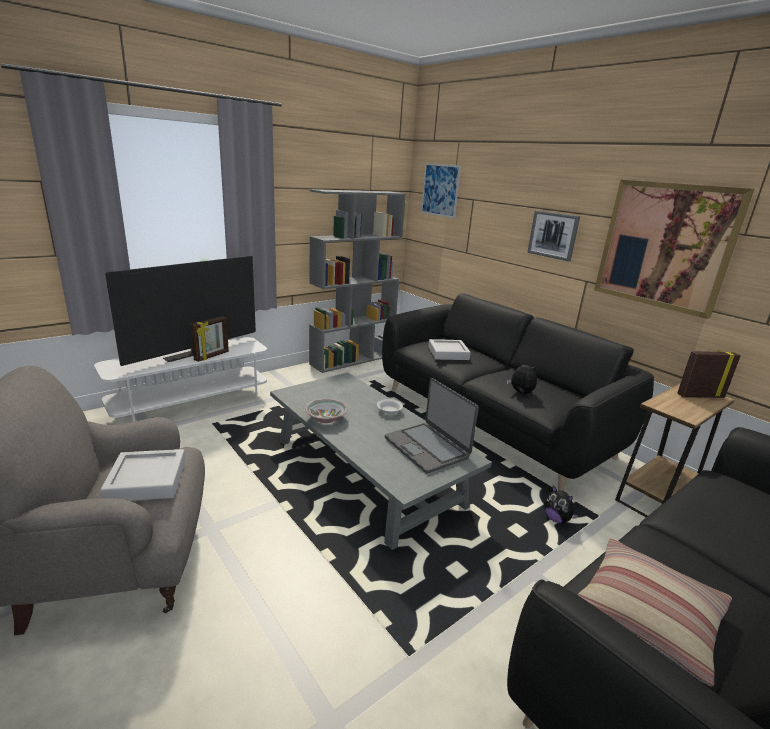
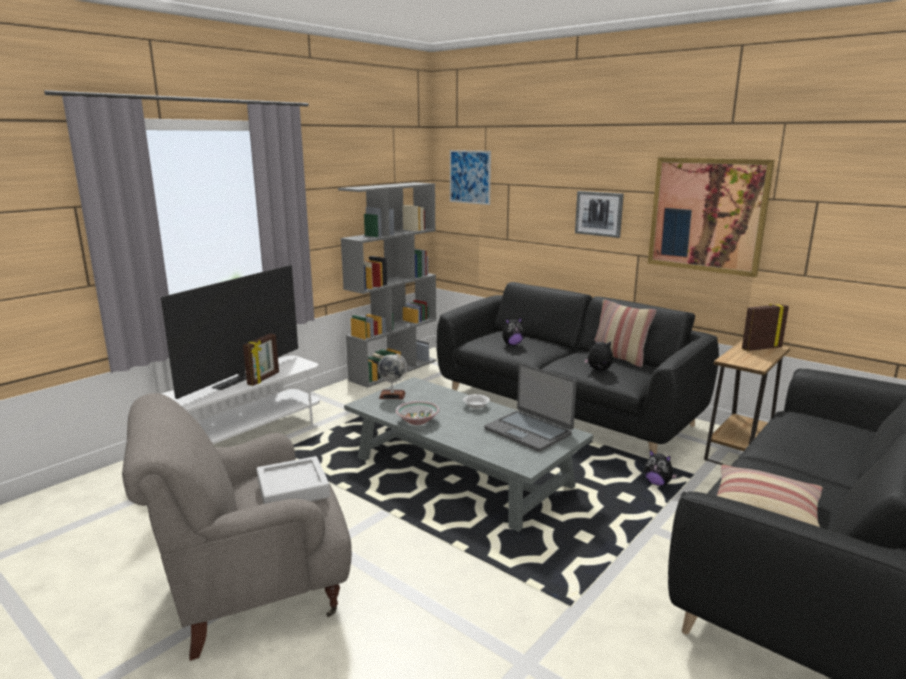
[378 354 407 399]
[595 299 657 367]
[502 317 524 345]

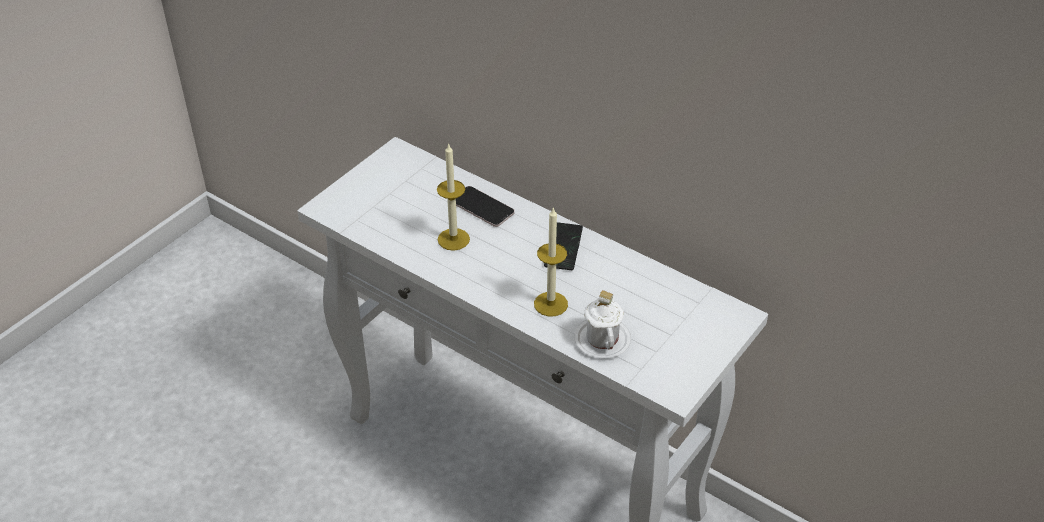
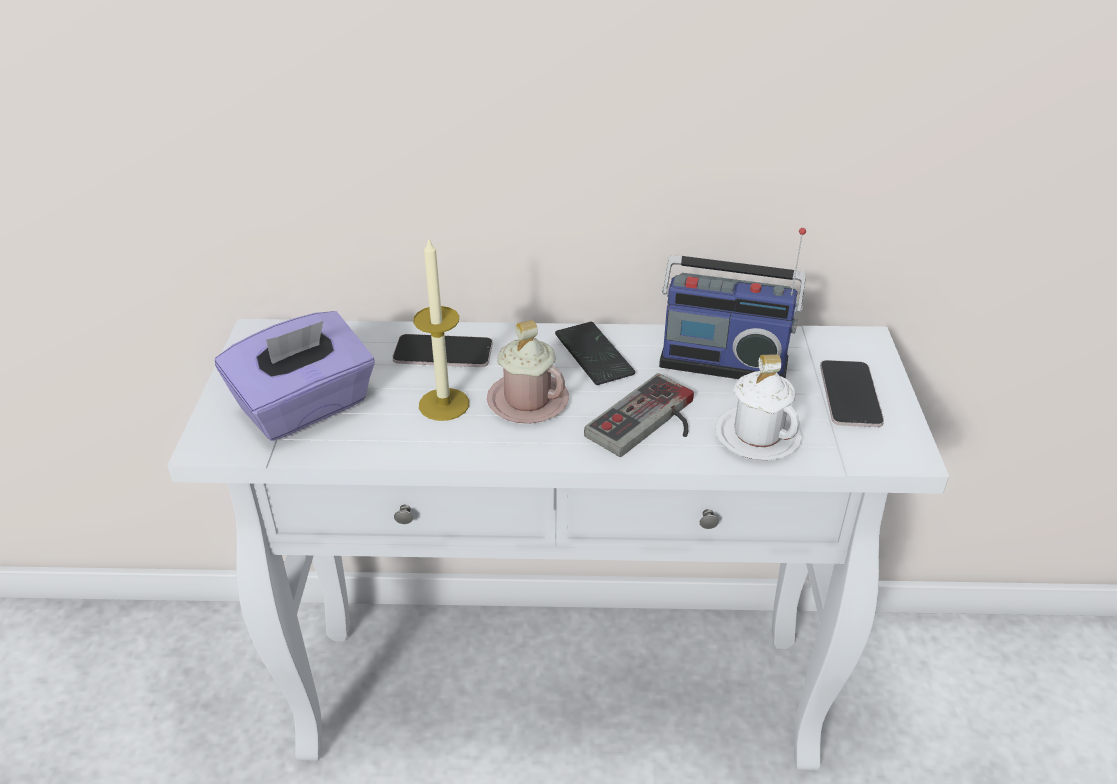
[215 311 375 441]
[487 320 569 423]
[659 228 806 379]
[820 360 884 427]
[584 373 694 457]

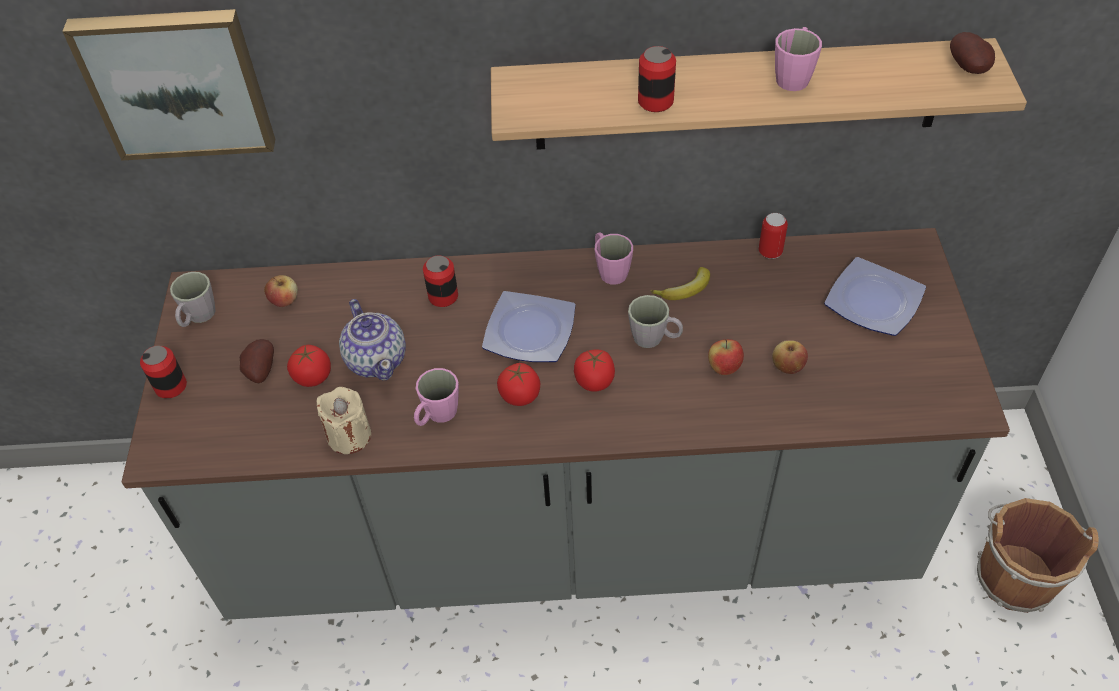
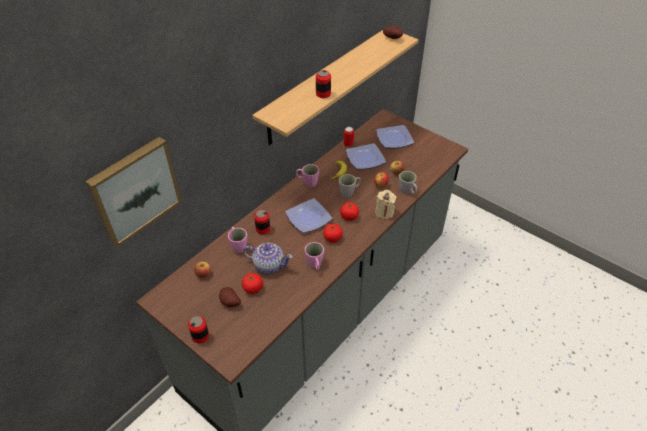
[977 498 1099 613] (first image)
[346 143 386 170]
[399 171 417 194]
[375 190 396 219]
[228 227 247 253]

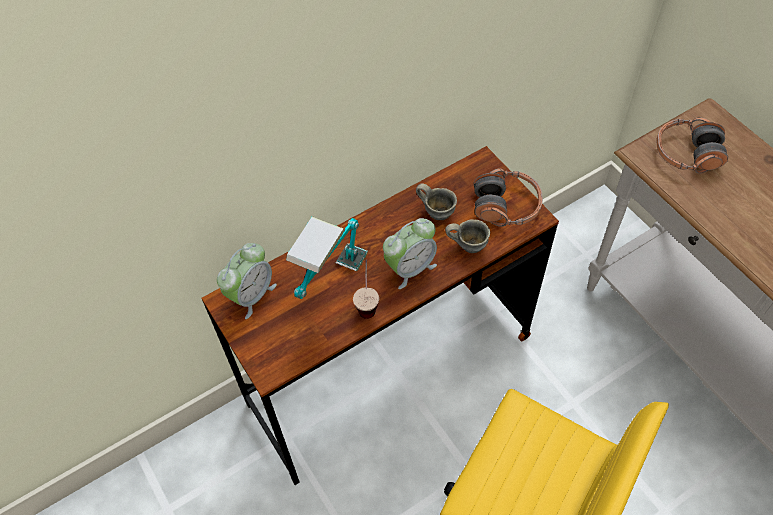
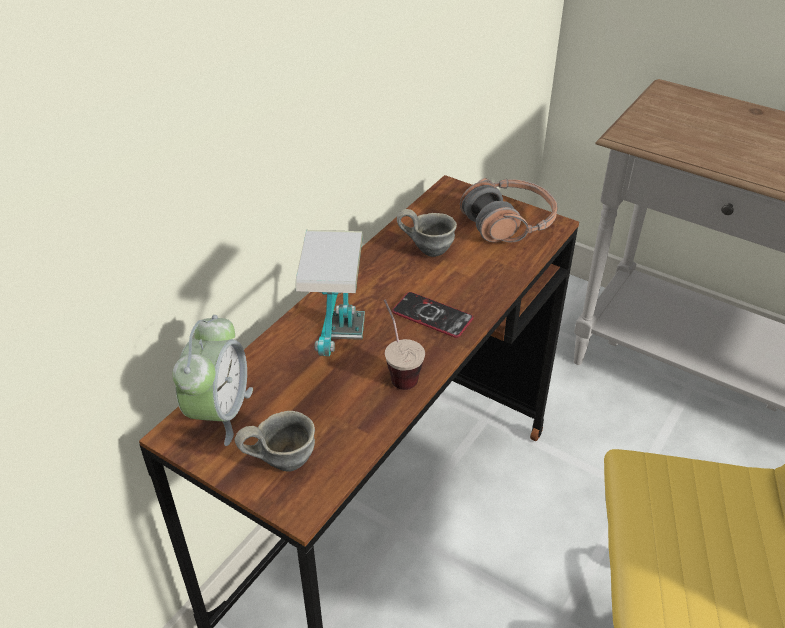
[656 117 728 174] (first image)
[234 411 315 471]
[392 292 474 338]

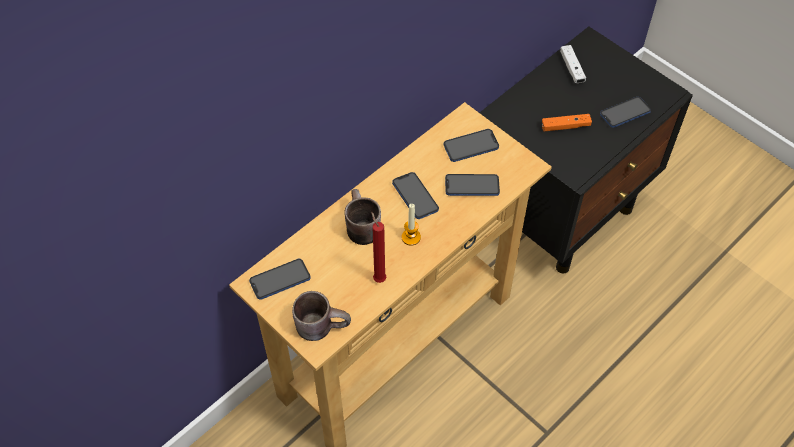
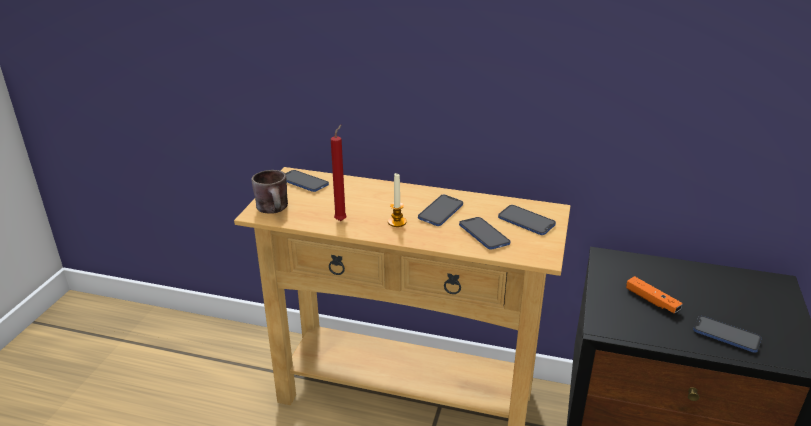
[344 189 381 245] (first image)
[560 45 586 83] (first image)

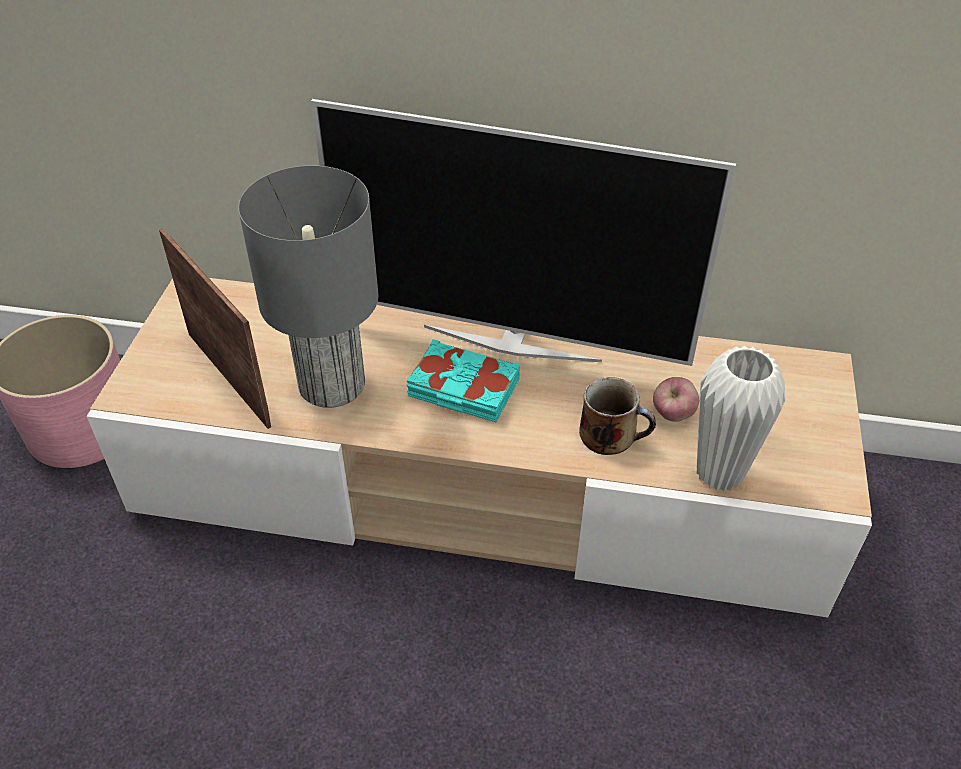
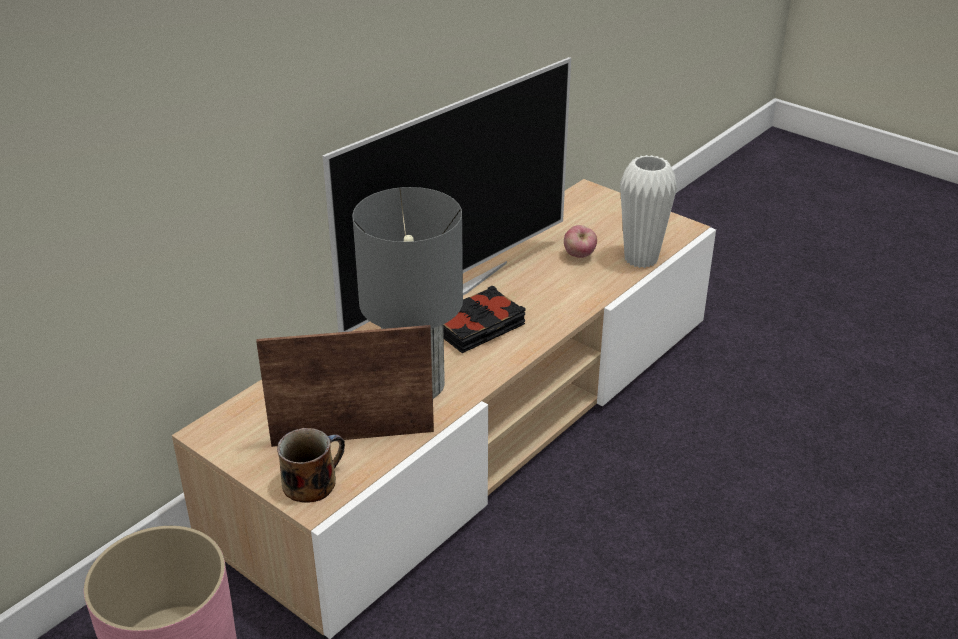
[277 428 345 503]
[443 285 526 353]

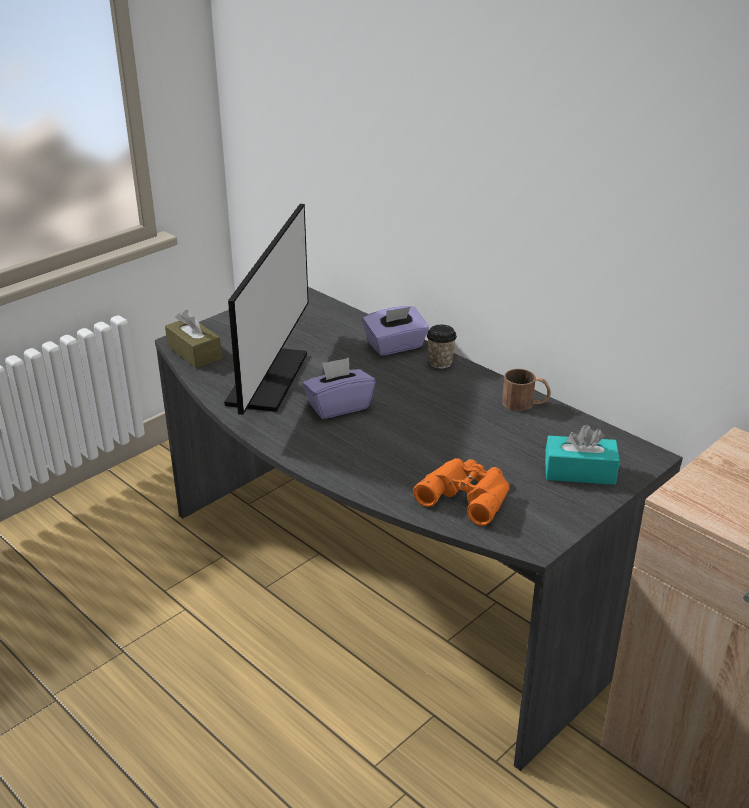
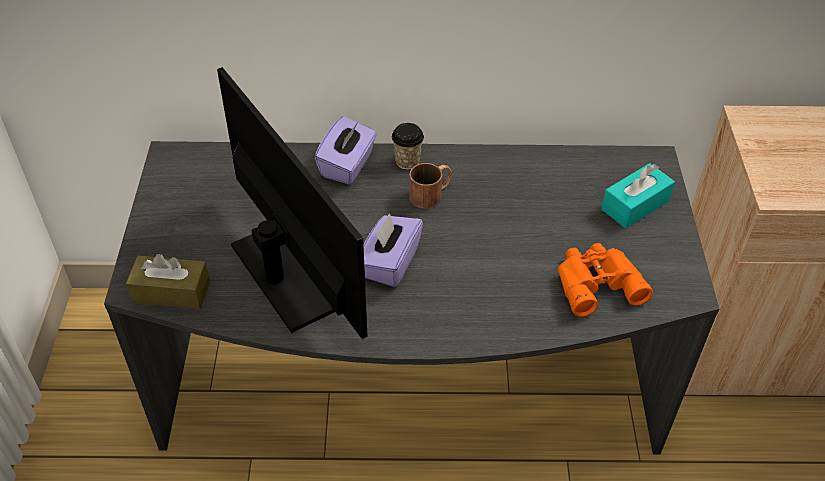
[409 163 452 209]

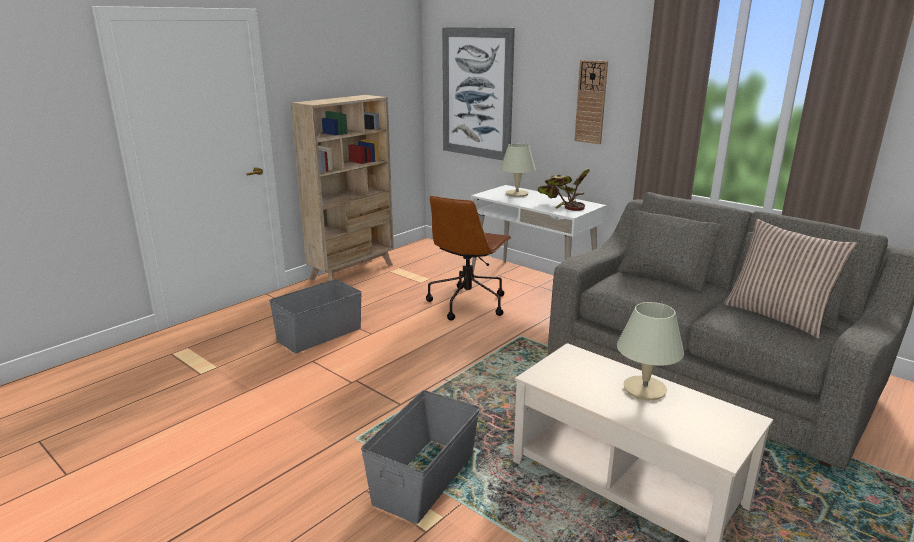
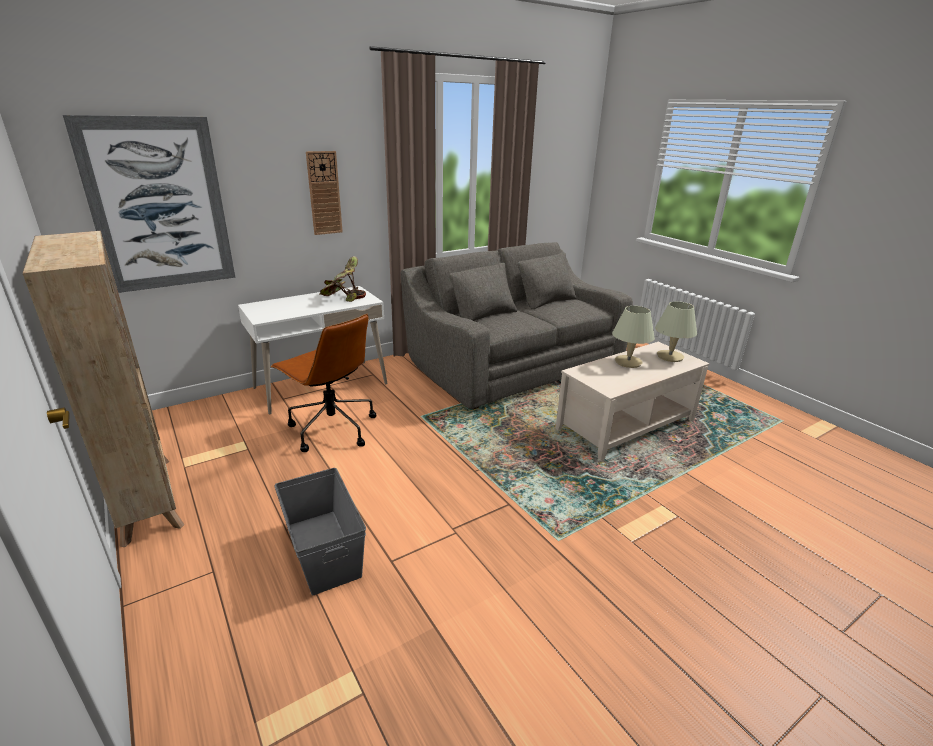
[361 390 480 524] (first image)
[724 219 858 339] (first image)
[655 301 697 362]

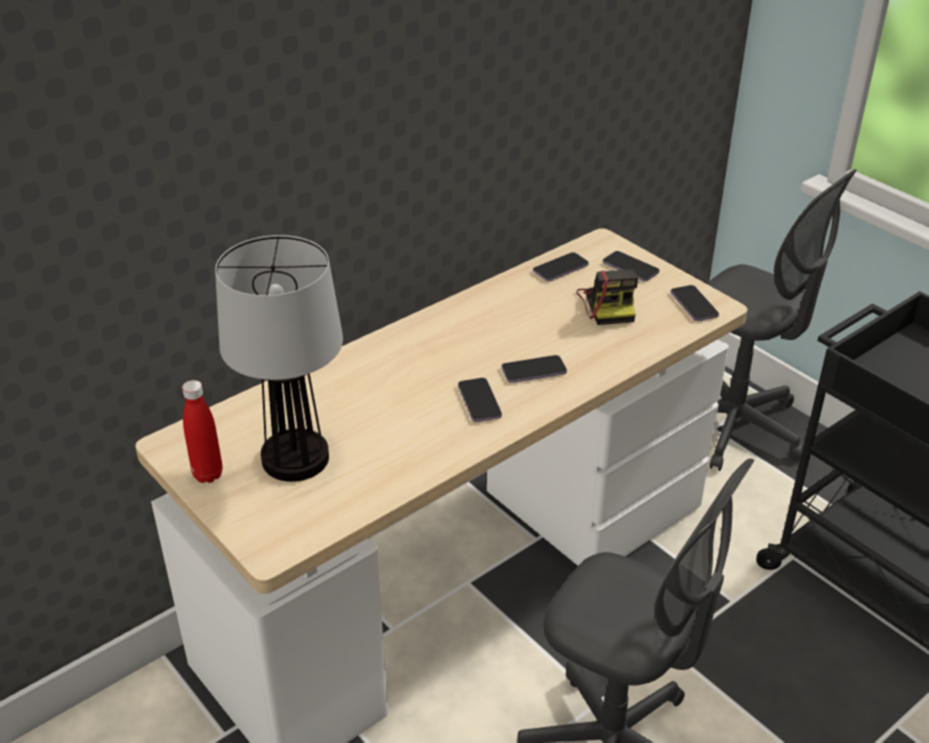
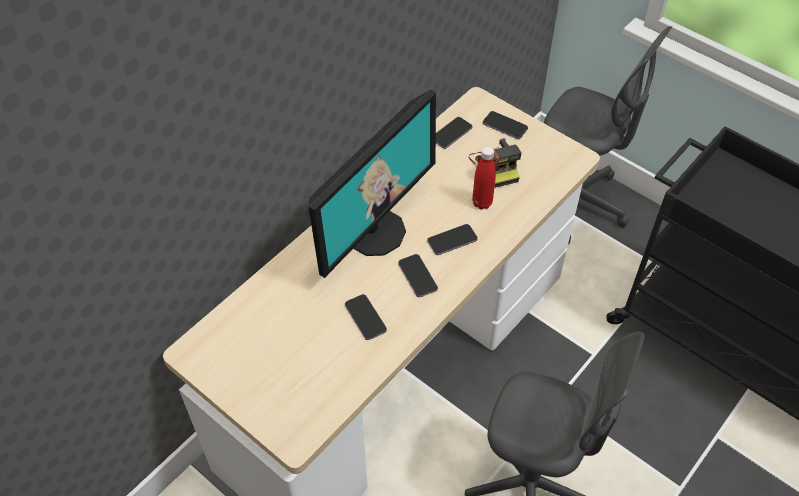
[215 235 343 482] (first image)
[308 90 436 278]
[472 146 496 210]
[345 294 387 340]

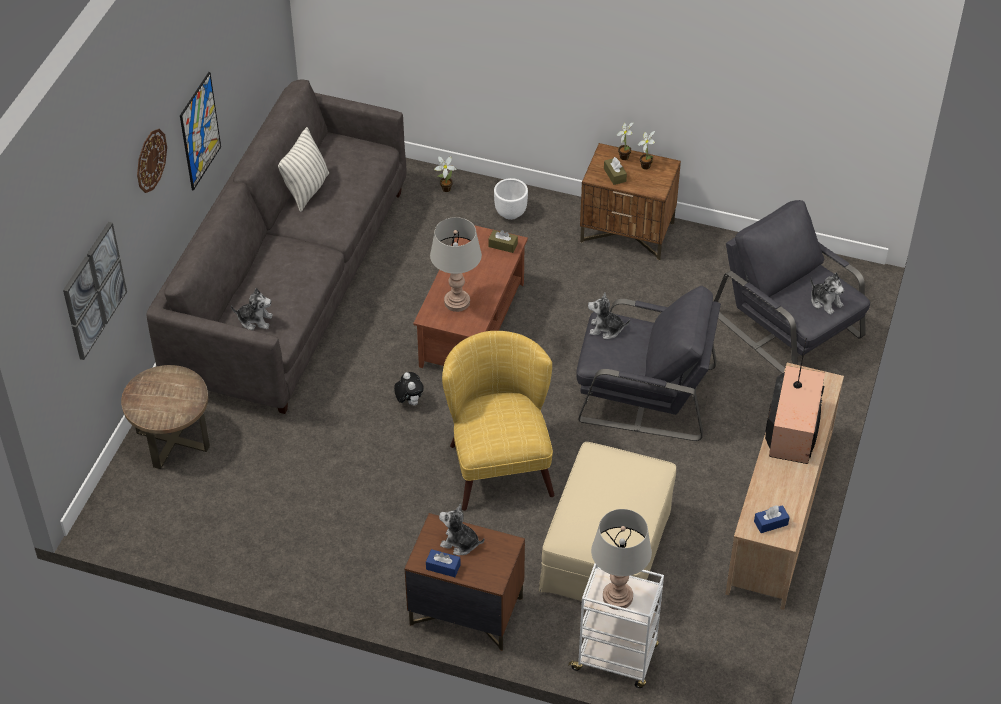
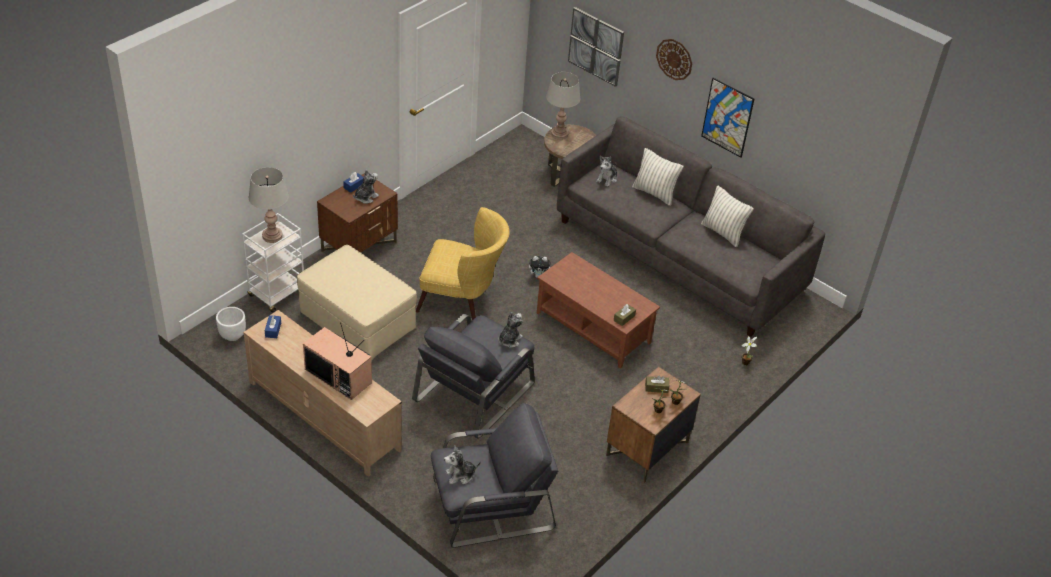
[632 148 684 206]
[546 72 580 140]
[216 307 246 341]

